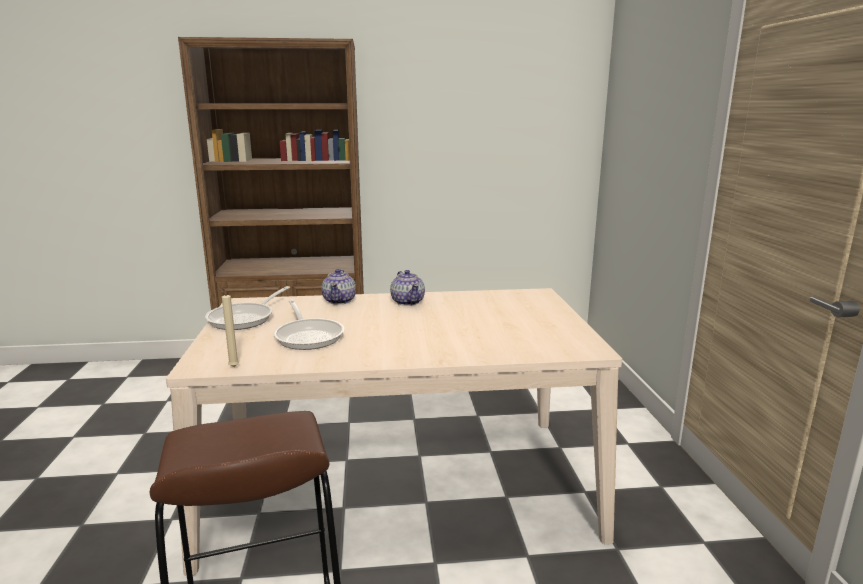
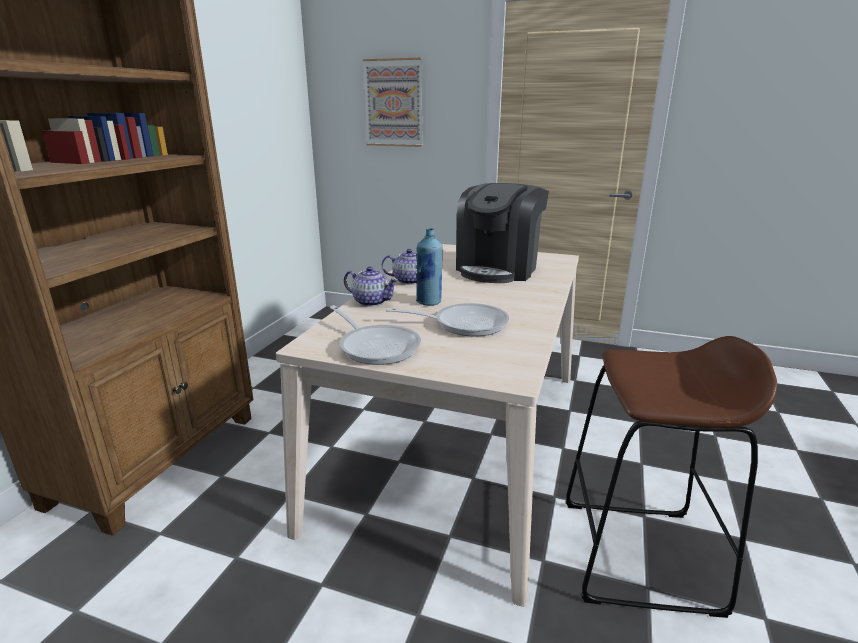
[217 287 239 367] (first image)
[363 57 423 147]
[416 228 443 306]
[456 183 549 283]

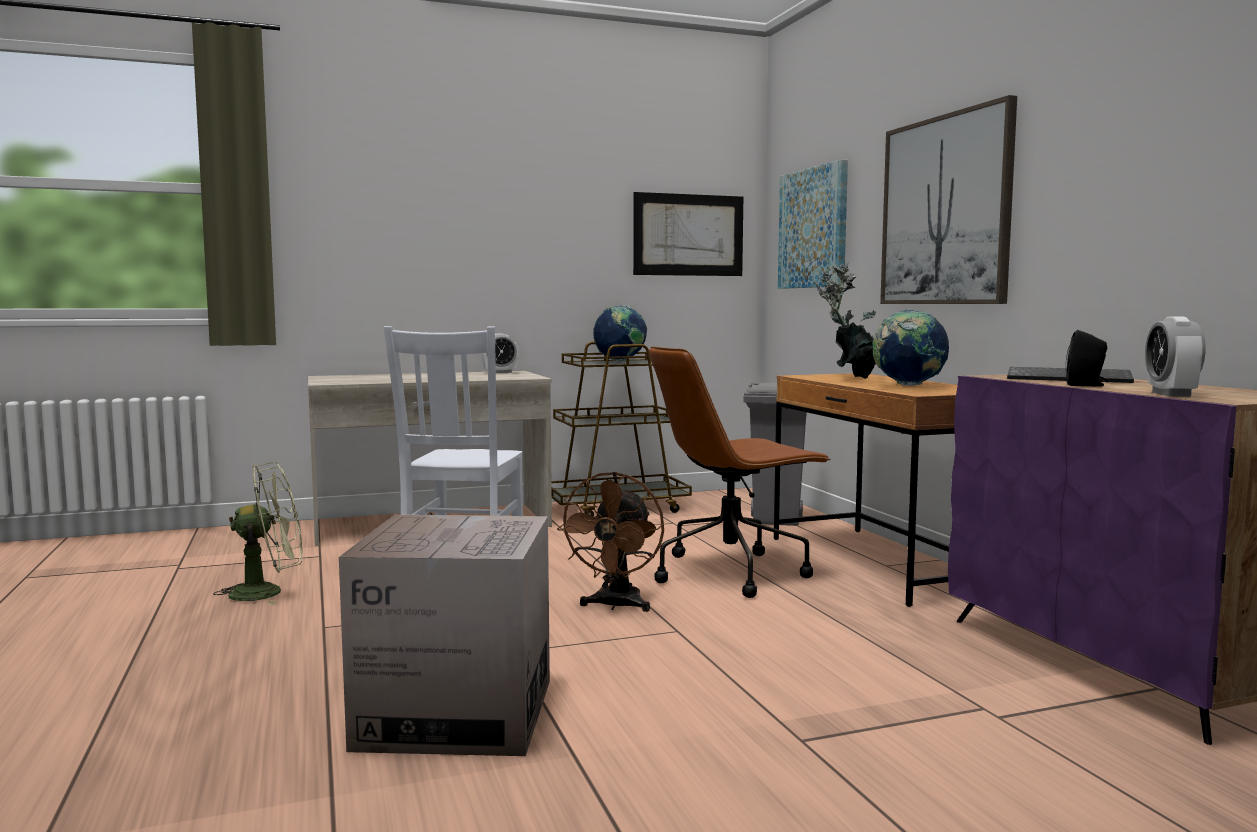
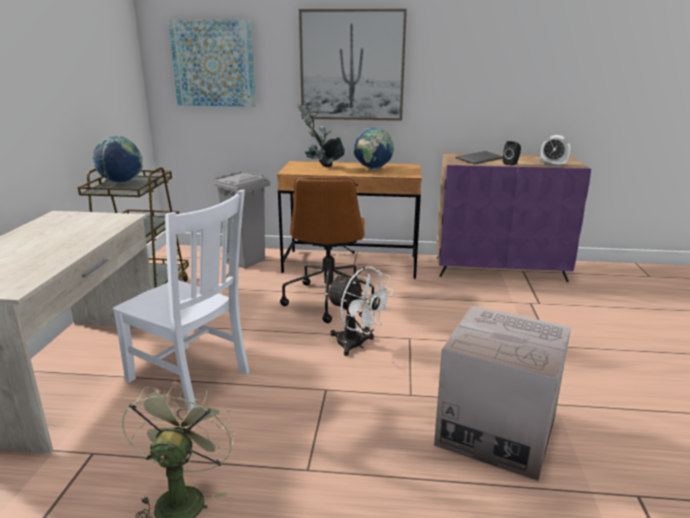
[482 334 519 373] (first image)
[633 192 743 276] (first image)
[326 266 394 356]

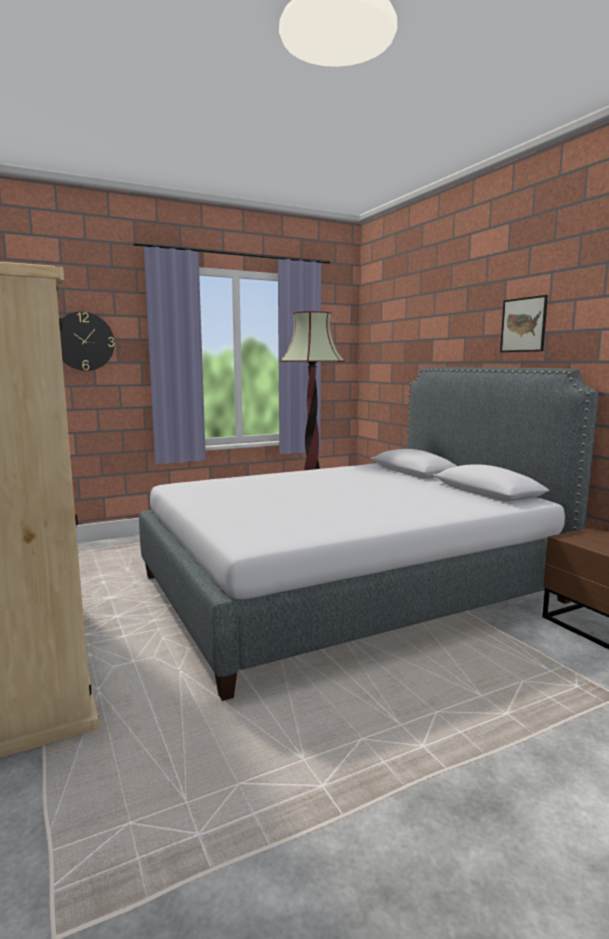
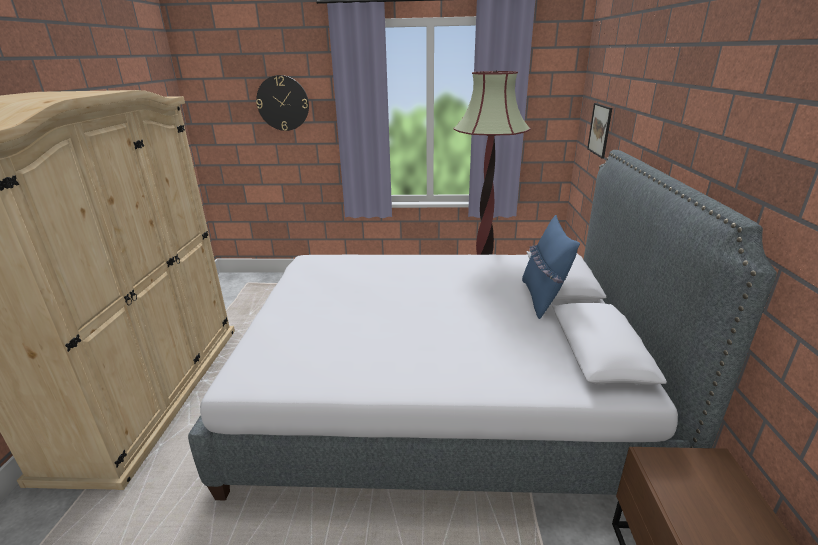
[522 215 580 319]
[587 103 612 159]

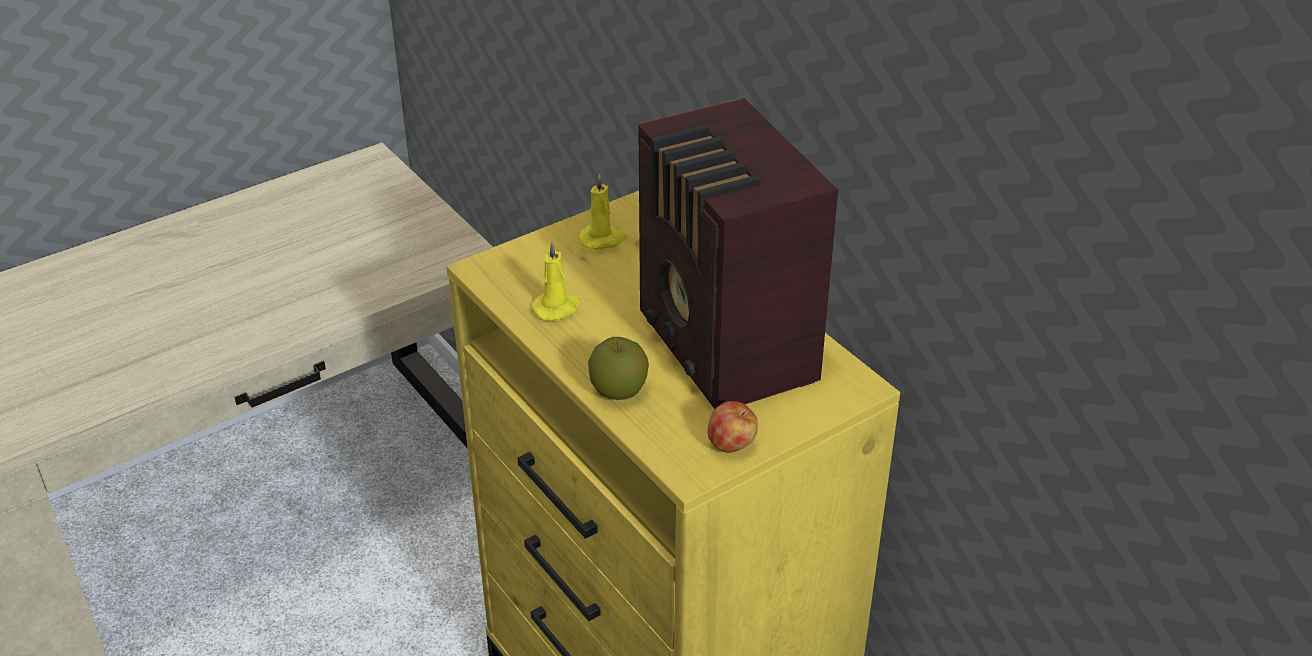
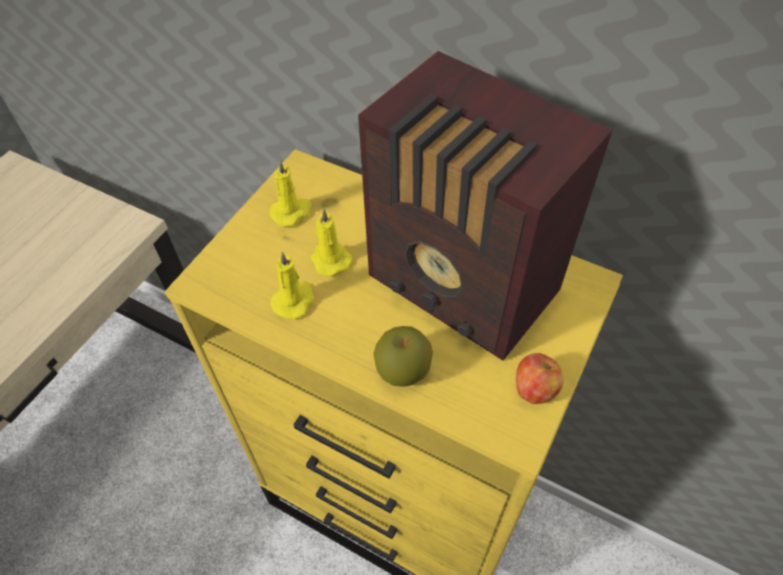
[311 208 352 276]

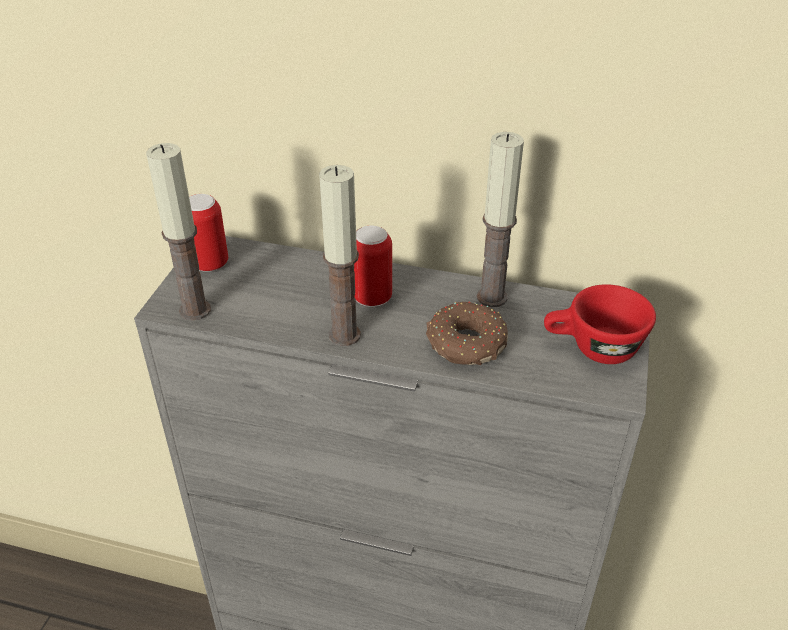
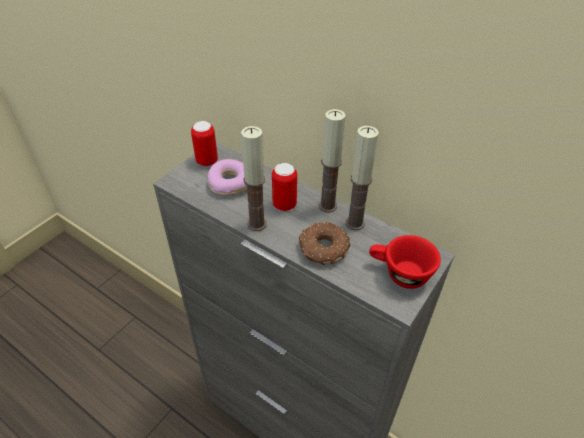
[207 159 247 196]
[319 109 346 212]

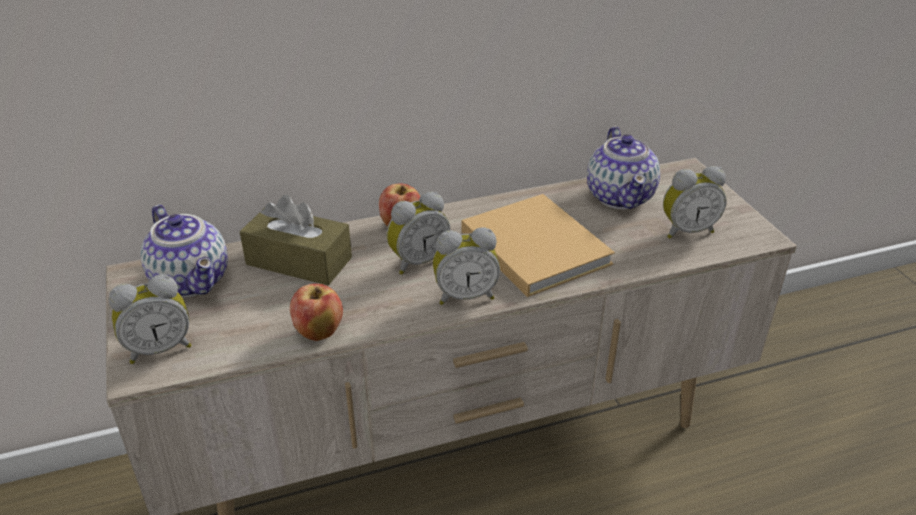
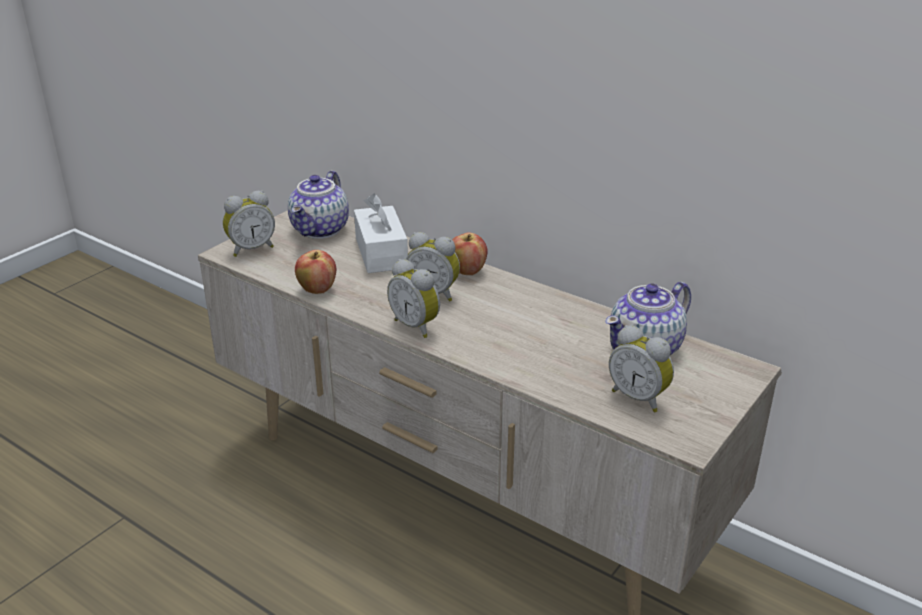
[462 194 615 297] (first image)
[354 194 408 273]
[223 190 275 257]

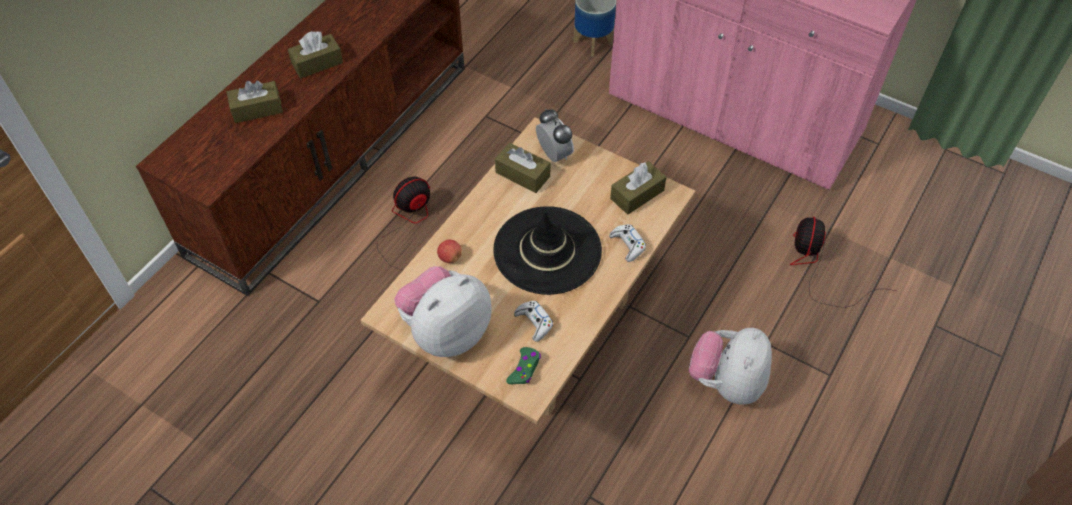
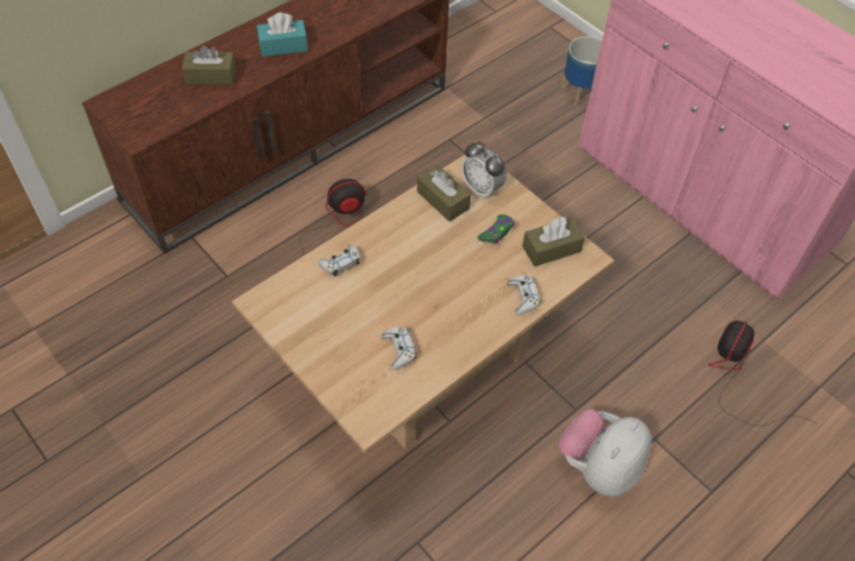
[394 266 492 357] (first image)
[493 206 602 295] (first image)
[478 215 515 243]
[318 245 360 276]
[257 12 308 57]
[461 142 507 199]

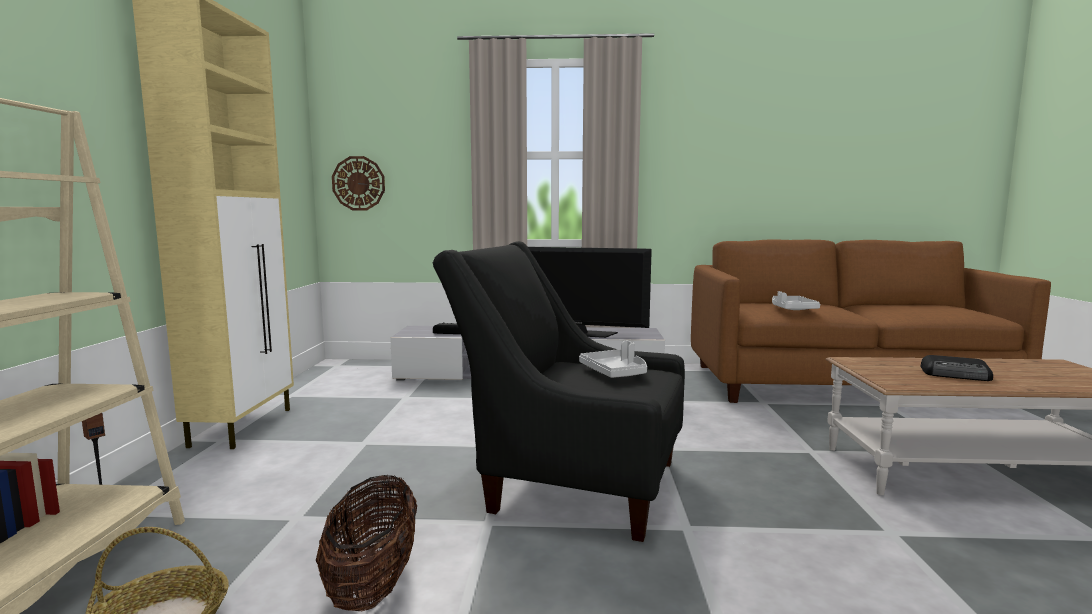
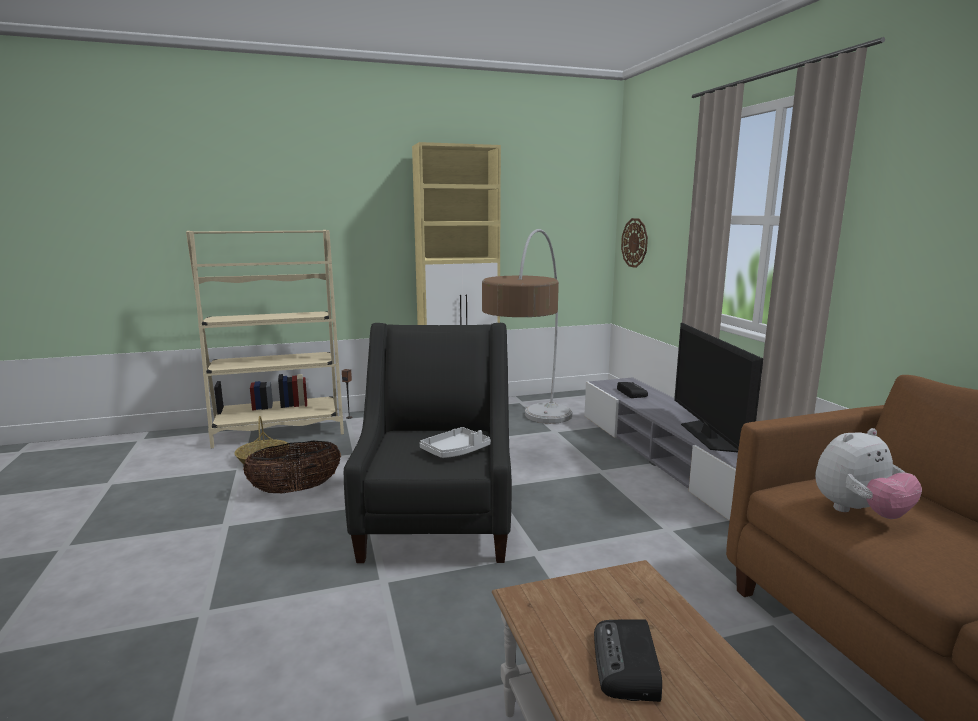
[482 229 572 424]
[815 428 922 519]

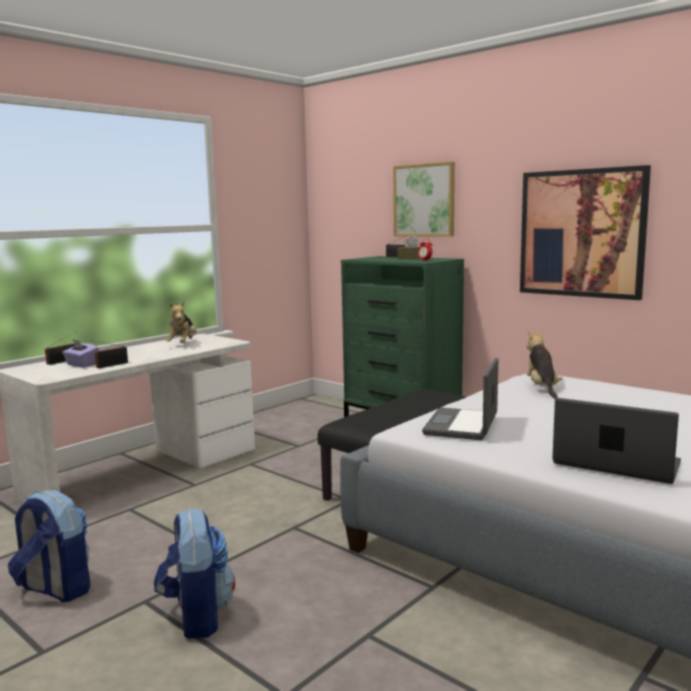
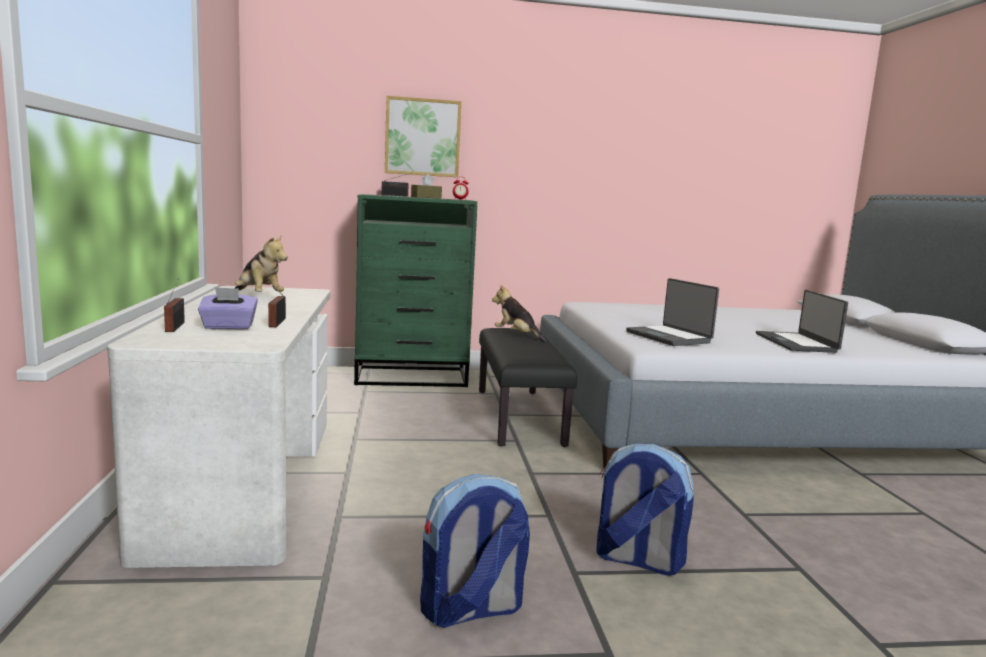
[520 165 651 300] (first image)
[492 285 546 342]
[756 290 848 353]

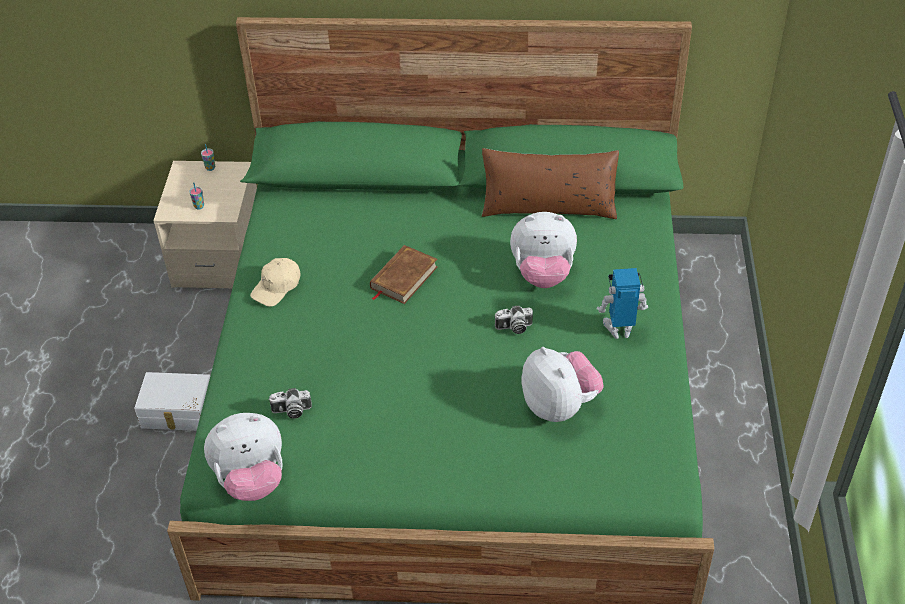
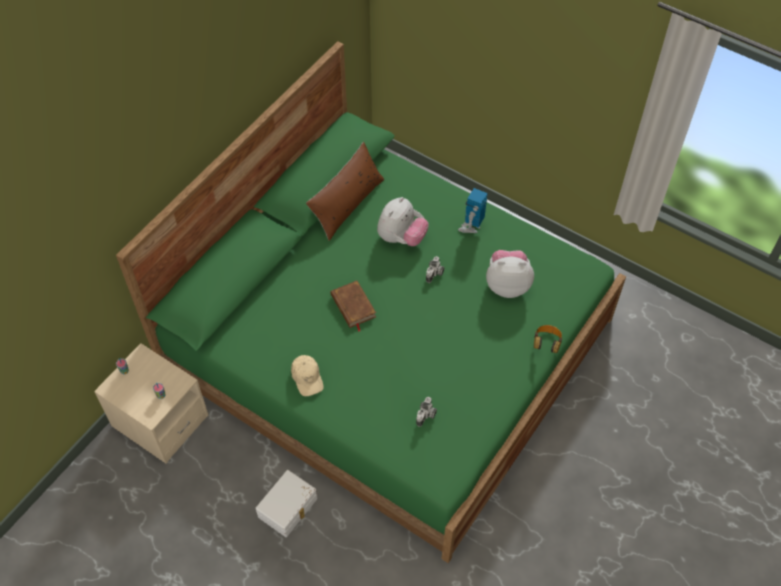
[204 413 282 501] (first image)
[534 325 562 353]

